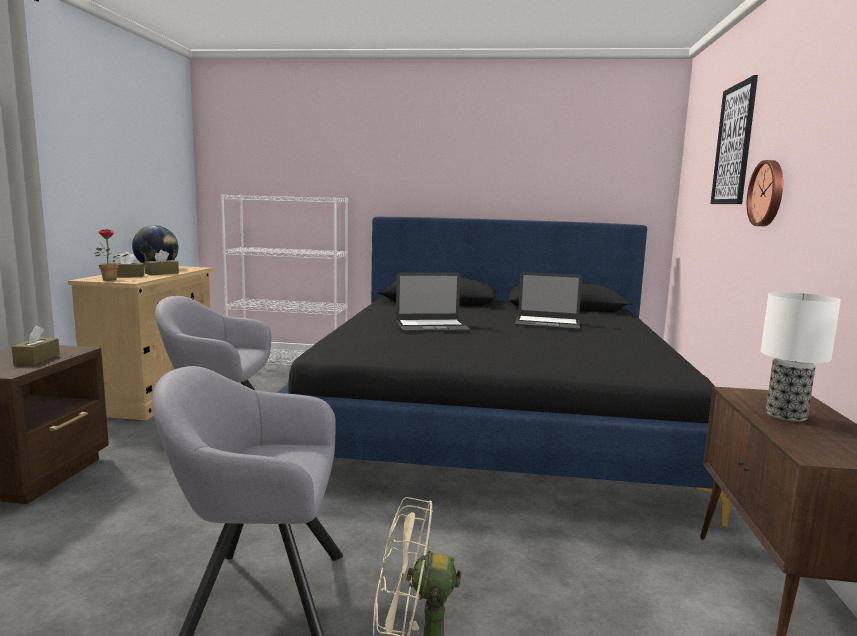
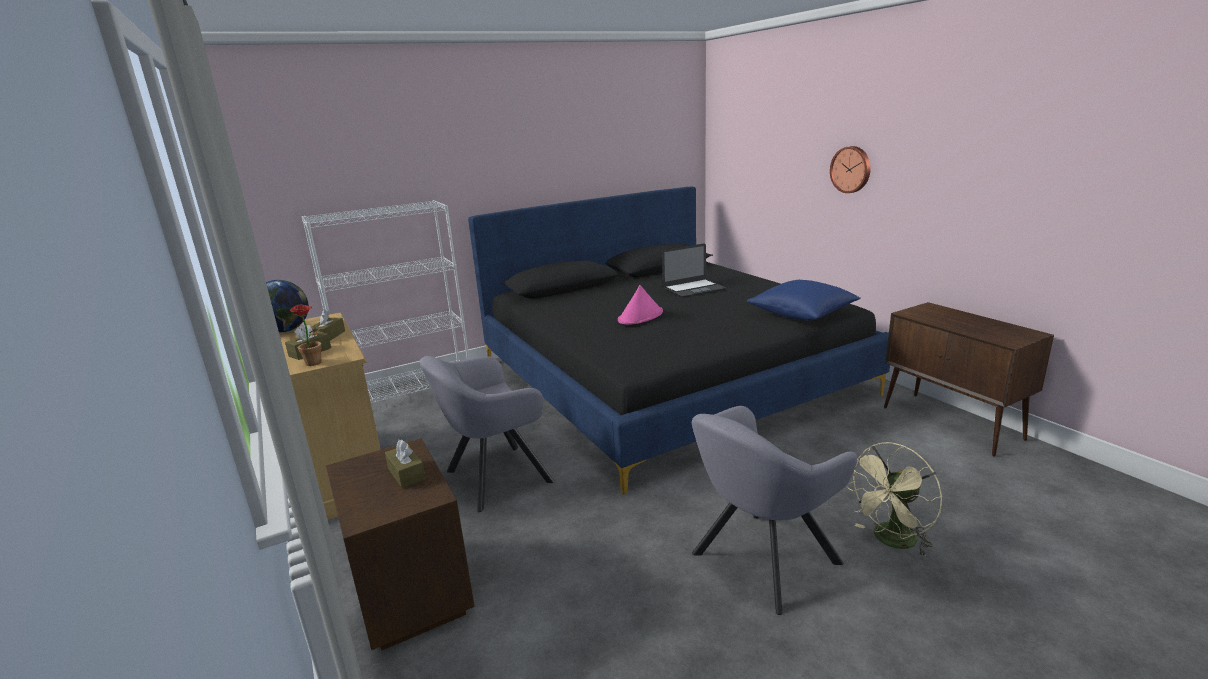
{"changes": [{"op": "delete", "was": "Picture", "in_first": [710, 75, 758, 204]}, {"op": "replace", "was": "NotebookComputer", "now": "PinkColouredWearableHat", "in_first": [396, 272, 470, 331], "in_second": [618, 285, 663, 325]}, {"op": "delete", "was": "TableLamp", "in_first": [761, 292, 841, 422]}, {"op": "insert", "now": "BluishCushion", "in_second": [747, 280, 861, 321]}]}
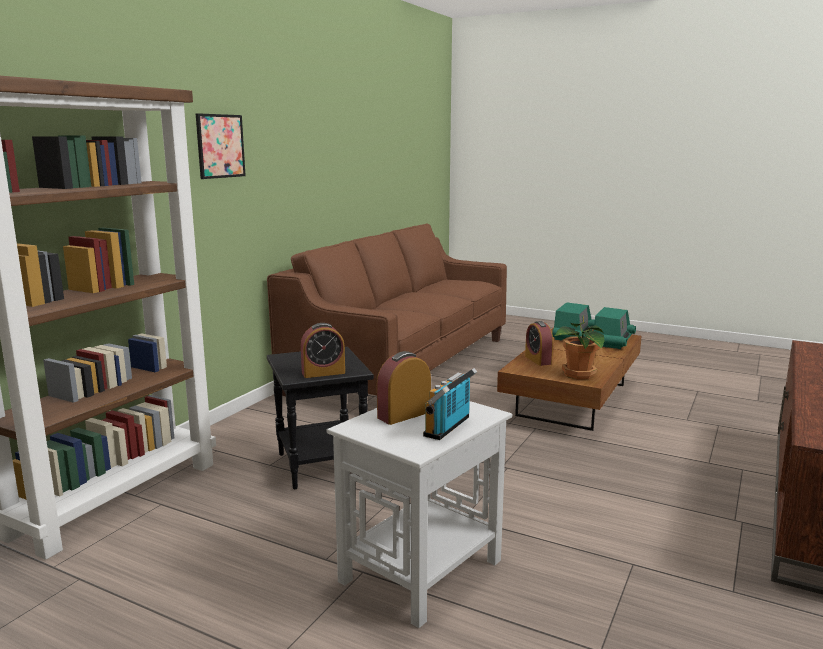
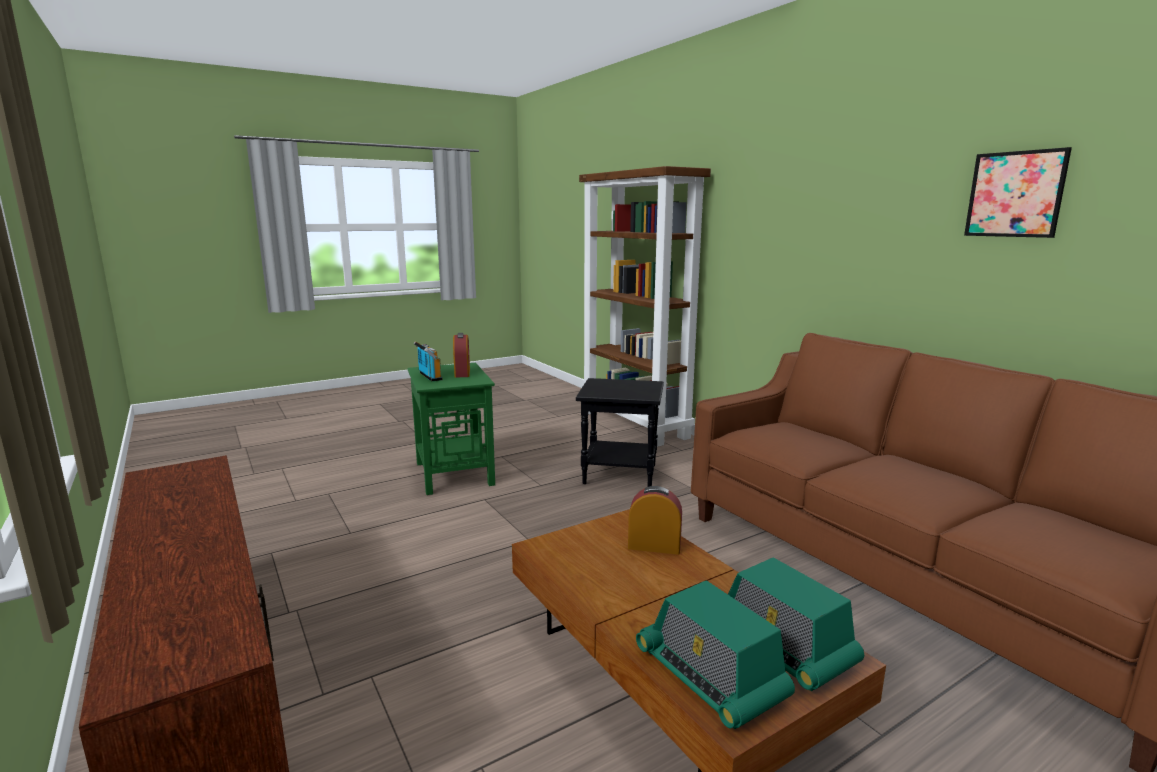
{"changes": [{"op": "move", "was": "Picture", "in_first": [196, 113, 246, 179], "in_second": [964, 147, 1072, 238]}, {"op": "delete", "was": "PlantInAPot", "in_first": [555, 322, 604, 379]}, {"op": "delete", "was": "BedsideClock", "in_first": [301, 323, 345, 378]}, {"op": "recolor", "was": "WhiteColouredEndTable", "now": "GreenEndTable", "in_first": [326, 401, 512, 628], "in_second": [407, 363, 495, 495]}]}
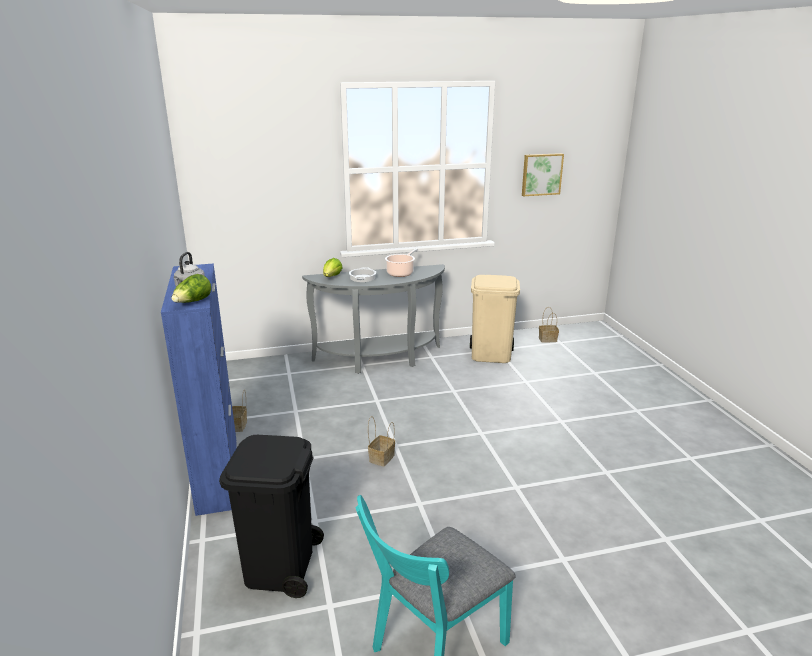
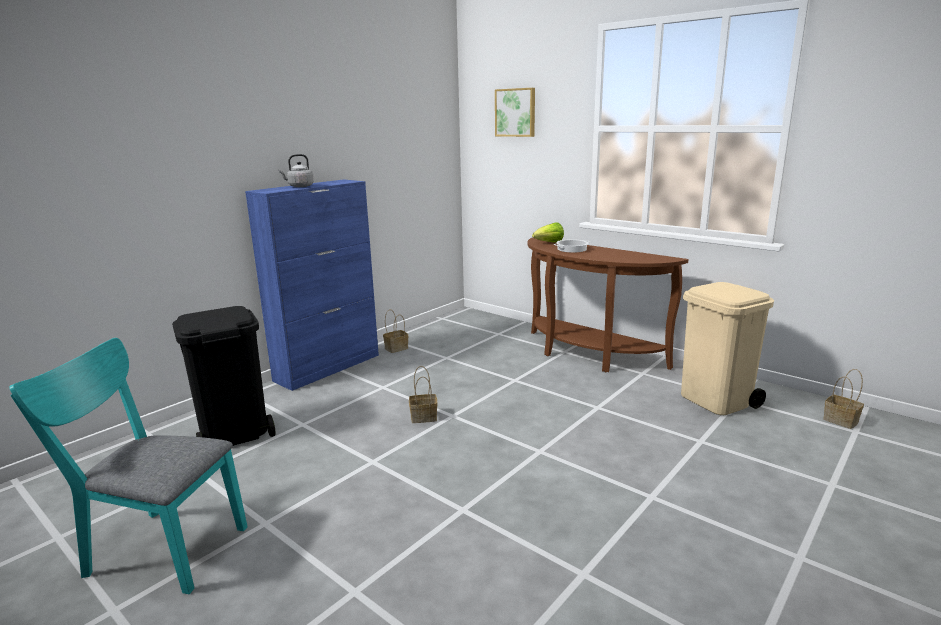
{"changes": [{"op": "move", "was": "Picture", "in_first": [522, 153, 564, 196], "in_second": [495, 88, 535, 137]}, {"op": "delete", "was": "Stockpot", "in_first": [385, 248, 418, 277]}, {"op": "recolor", "was": "GreyishConsoleTable", "now": "BrownColouredConsoleTable", "in_first": [302, 264, 445, 374], "in_second": [528, 238, 688, 373]}, {"op": "delete", "was": "Lettuce", "in_first": [171, 274, 211, 303]}]}
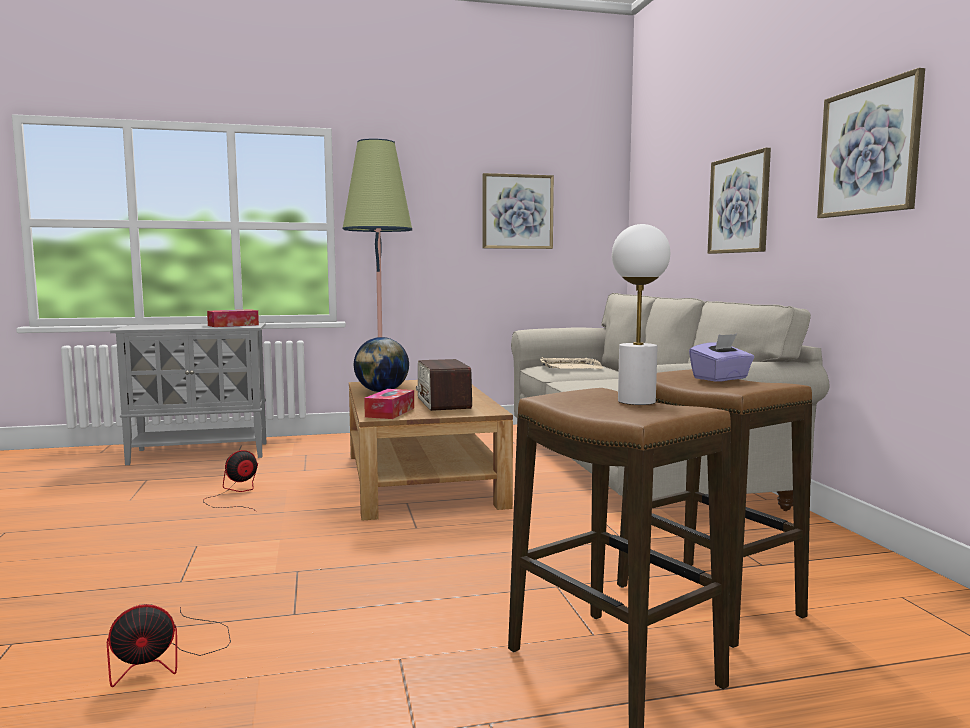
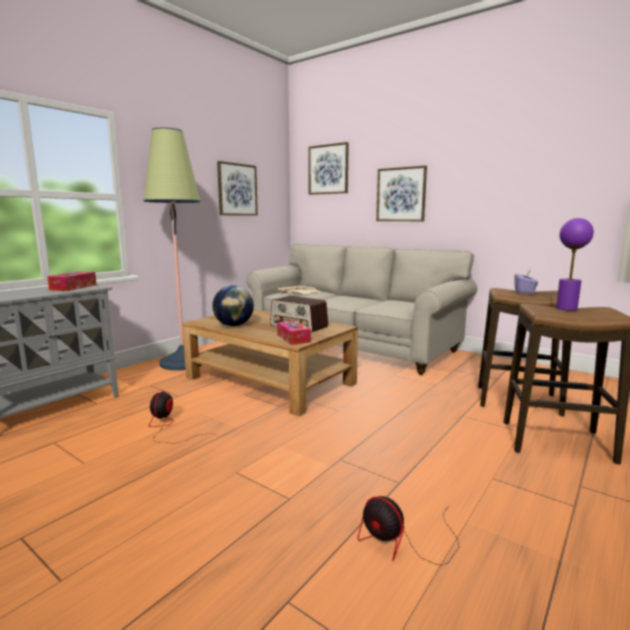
{"changes": [{"op": "move", "was": "Picture", "in_first": [817, 68, 925, 218], "in_second": [308, 142, 349, 195]}, {"op": "recolor", "was": "WhiteColouredTableLamp", "now": "PurplishTableLamp", "in_first": [612, 224, 670, 405], "in_second": [556, 218, 594, 310]}, {"op": "rotate", "was": "ElectricFan", "in_first": [107, 604, 231, 687], "in_second": [358, 496, 459, 566], "clockwise": 105}]}
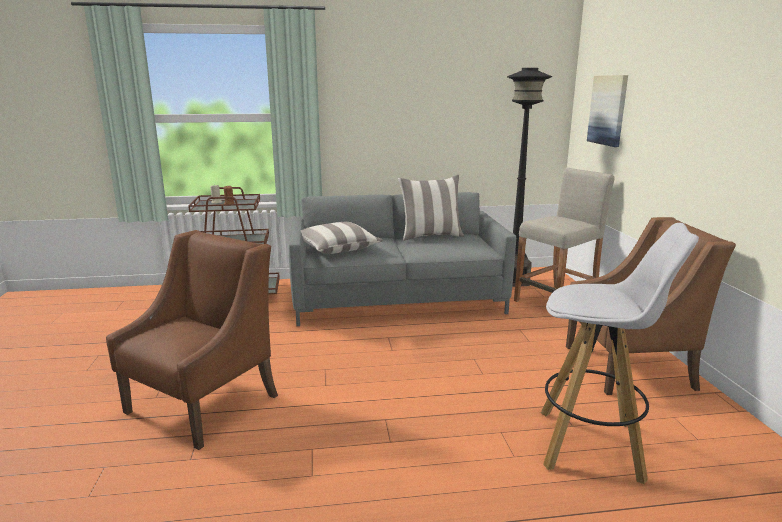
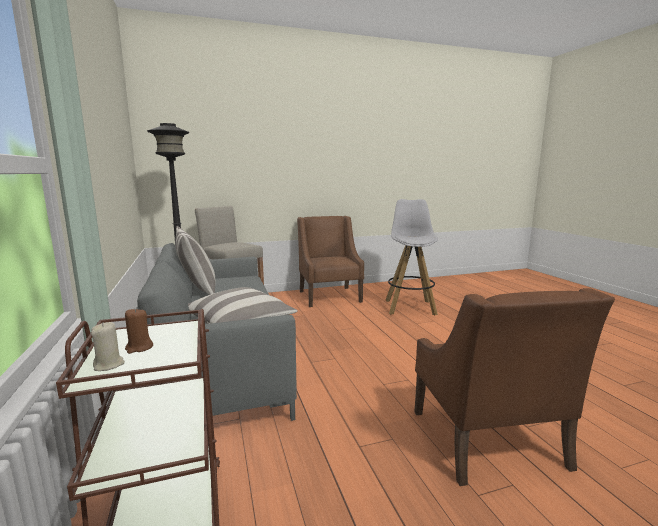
{"changes": [{"op": "delete", "was": "Picture", "in_first": [587, 75, 628, 147]}, {"op": "rotate", "was": "BrownColouredEasyChair", "in_first": [106, 230, 278, 450], "in_second": [414, 288, 615, 486], "clockwise": -120}]}
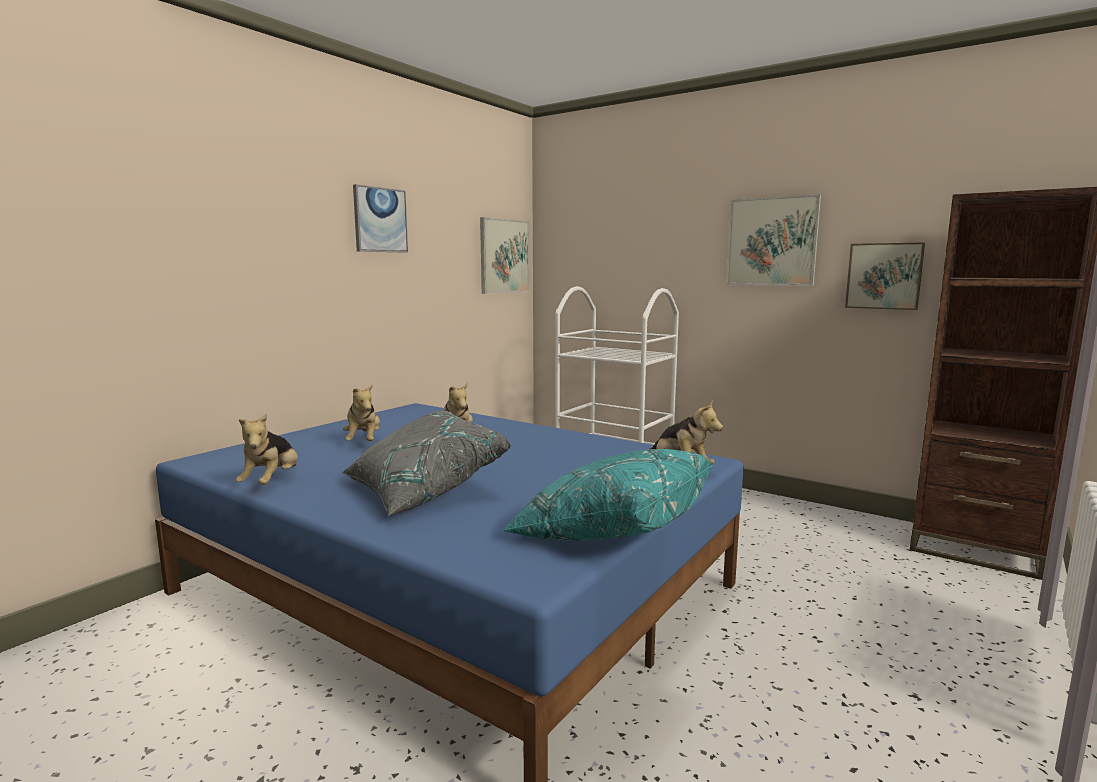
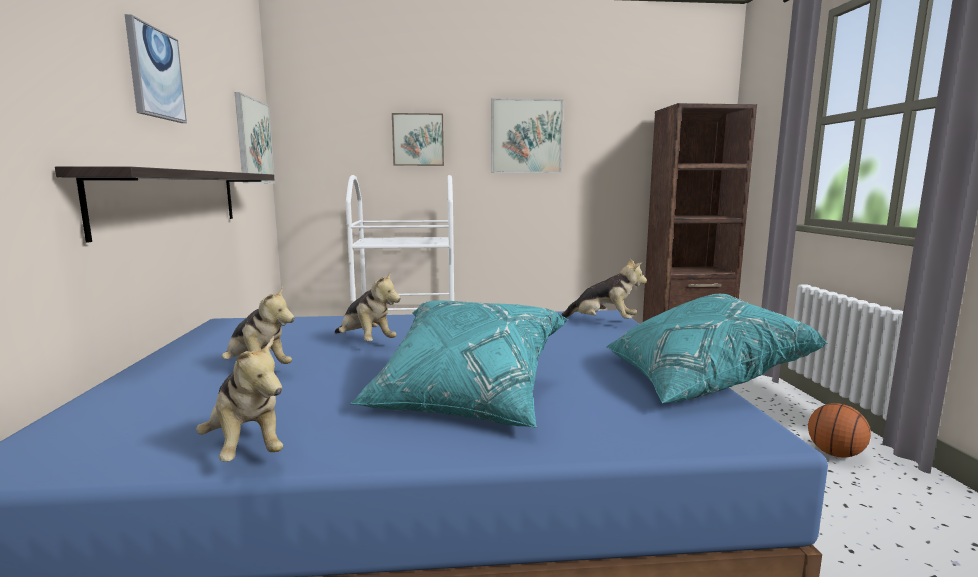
{"changes": [{"op": "move", "was": "Picture", "in_first": [845, 243, 925, 310], "in_second": [392, 113, 444, 166]}, {"op": "recolor", "was": "GreyishCushion", "now": "BlueGreenCushion", "in_first": [342, 411, 512, 516], "in_second": [350, 300, 569, 428]}, {"op": "insert", "now": "Shelf", "in_second": [55, 166, 274, 243]}, {"op": "insert", "now": "BallForBasketball", "in_second": [808, 403, 871, 458]}]}
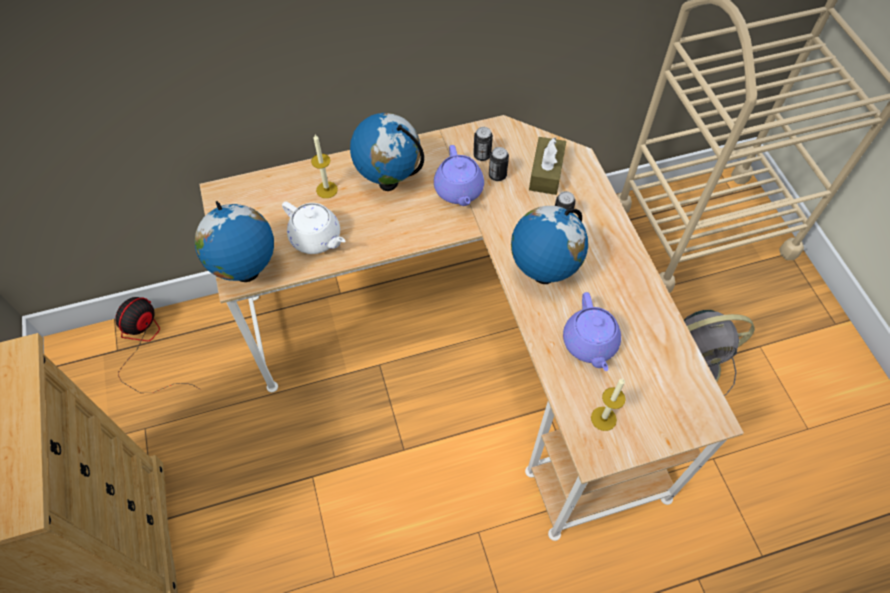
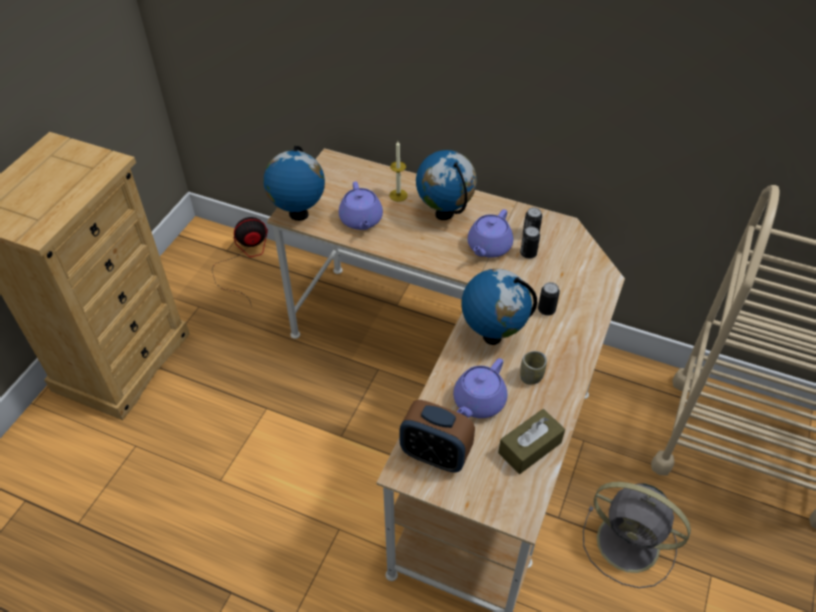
{"changes": [{"op": "move", "was": "BrownColouredTissueHolder", "in_first": [529, 137, 566, 195], "in_second": [498, 409, 565, 474]}, {"op": "recolor", "was": "WhiteColouredTeaPot", "now": "PurplishTeaPot", "in_first": [282, 202, 346, 254], "in_second": [339, 181, 383, 230]}, {"op": "replace", "was": "WaxLight", "now": "BedsideClock", "in_first": [591, 378, 626, 431], "in_second": [399, 400, 475, 472]}, {"op": "insert", "now": "Cup", "in_second": [520, 351, 547, 385]}]}
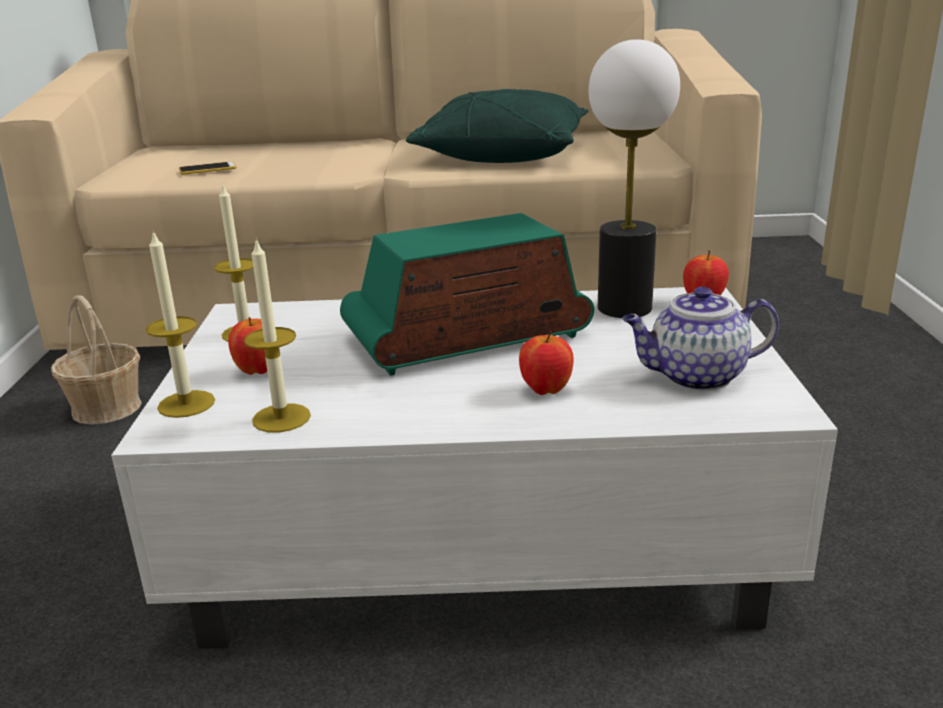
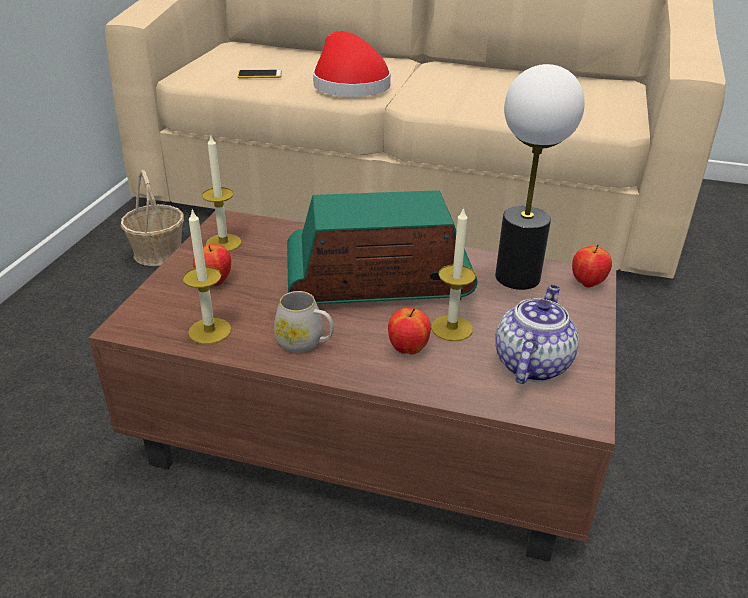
{"changes": [{"op": "delete", "was": "GreenCushion", "in_first": [406, 89, 589, 163]}, {"op": "move", "was": "WaxLight", "in_first": [146, 230, 215, 418], "in_second": [431, 207, 476, 341]}, {"op": "rotate", "was": "TeaPot", "in_first": [622, 286, 779, 391], "in_second": [495, 285, 579, 384], "clockwise": 105}, {"op": "recolor", "was": "WhiteColouredLowTable", "now": "BrownColouredLowTable", "in_first": [111, 287, 838, 649], "in_second": [89, 210, 616, 562]}, {"op": "insert", "now": "ReddishWearableHat", "in_second": [313, 31, 391, 97]}, {"op": "insert", "now": "WhiteColouredTeaMug", "in_second": [274, 291, 334, 353]}]}
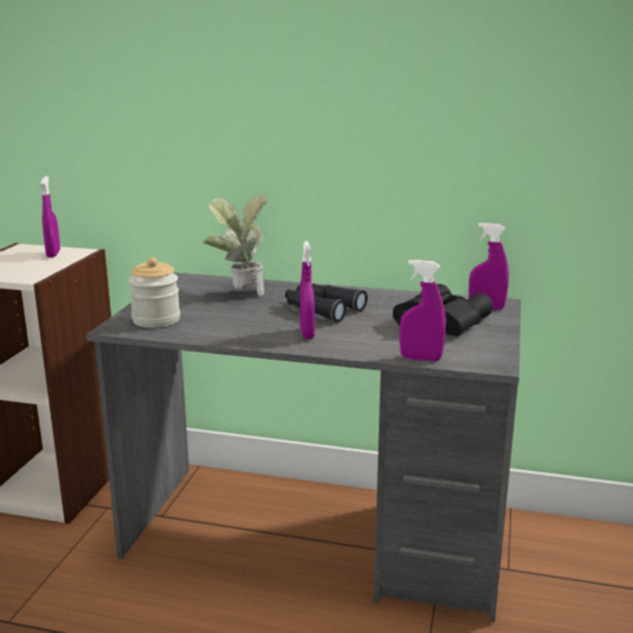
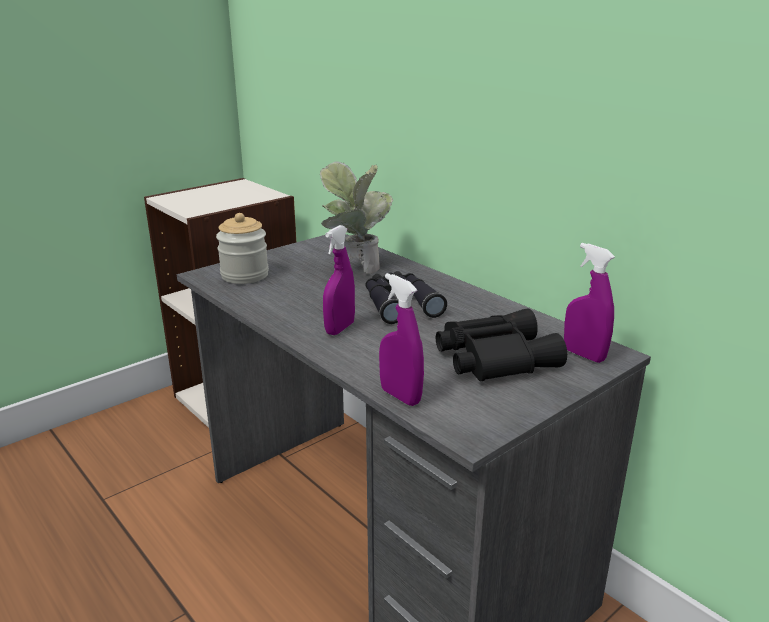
{"changes": [{"op": "delete", "was": "PurplishSprayBottle", "in_first": [41, 176, 60, 258]}]}
